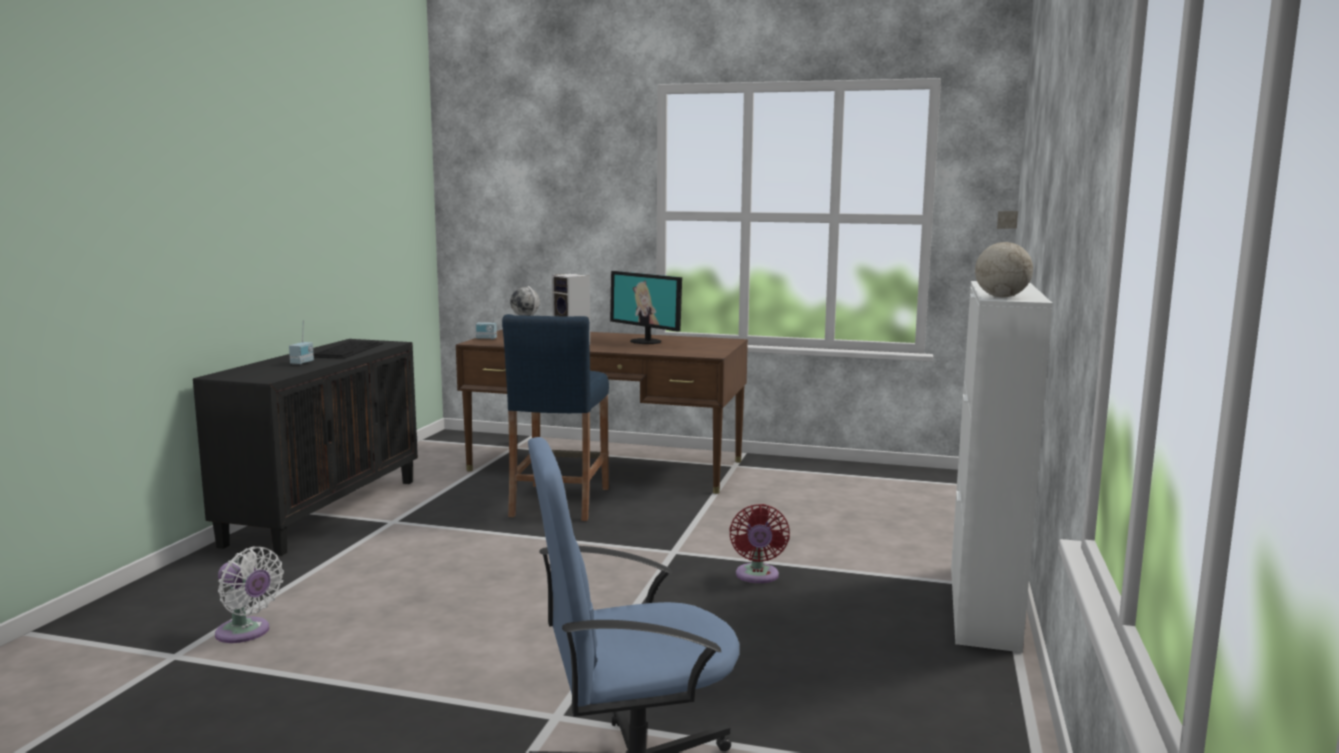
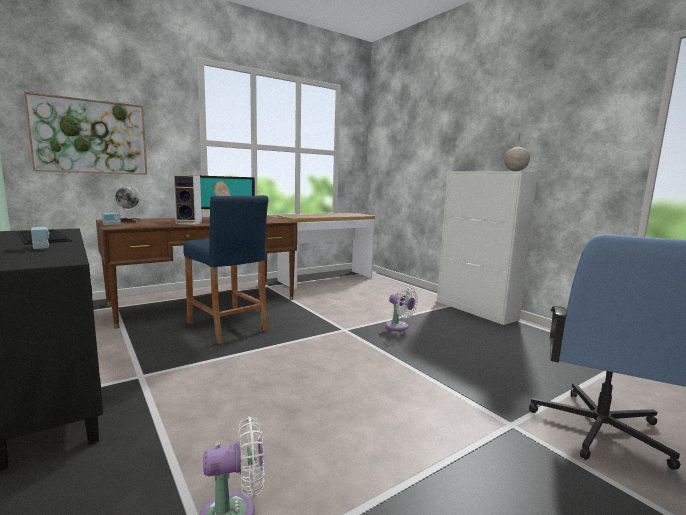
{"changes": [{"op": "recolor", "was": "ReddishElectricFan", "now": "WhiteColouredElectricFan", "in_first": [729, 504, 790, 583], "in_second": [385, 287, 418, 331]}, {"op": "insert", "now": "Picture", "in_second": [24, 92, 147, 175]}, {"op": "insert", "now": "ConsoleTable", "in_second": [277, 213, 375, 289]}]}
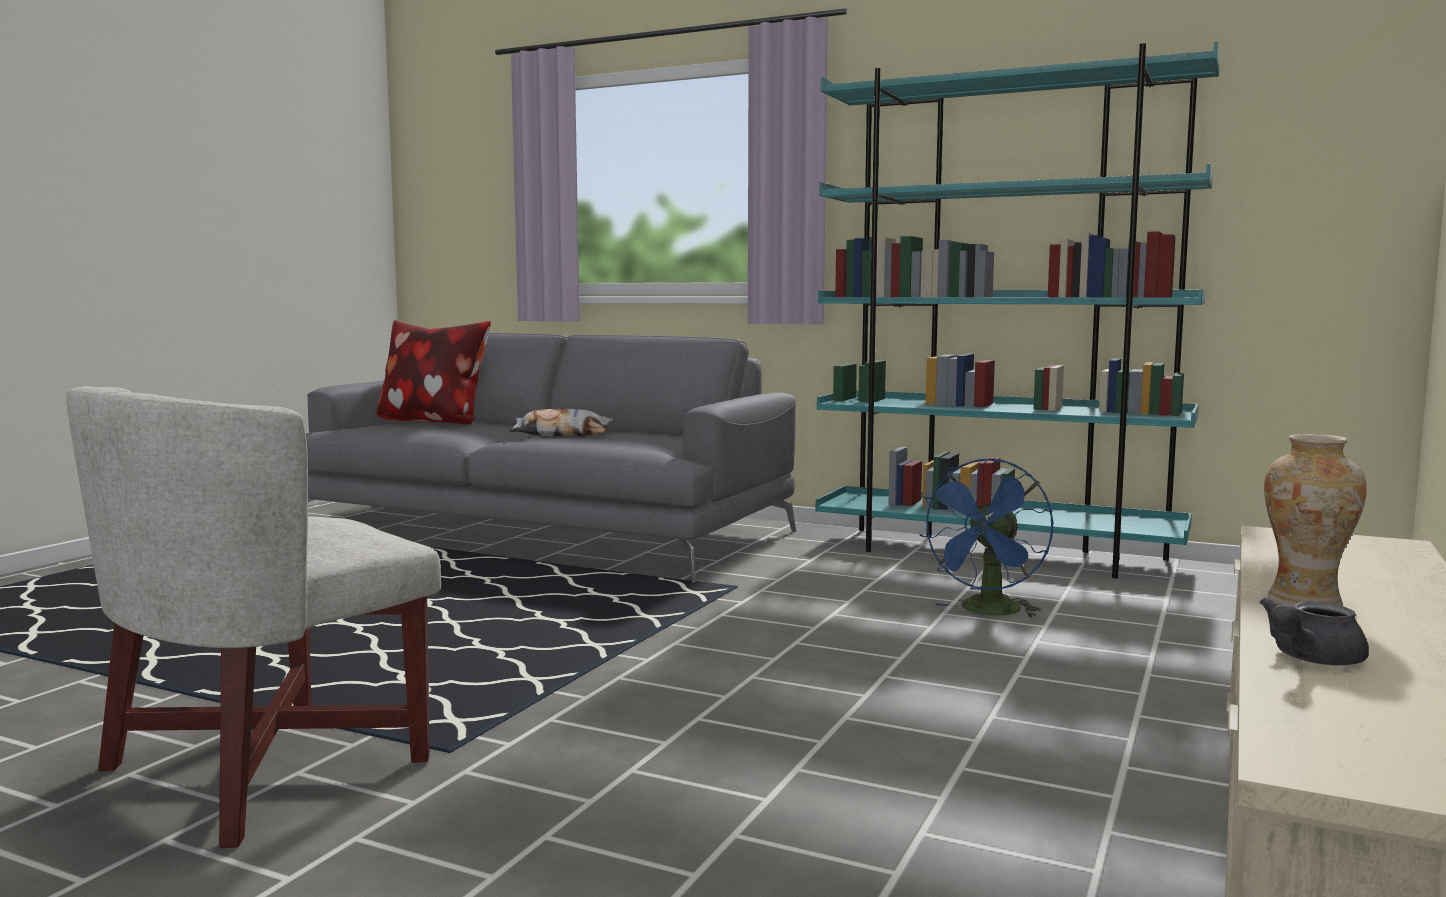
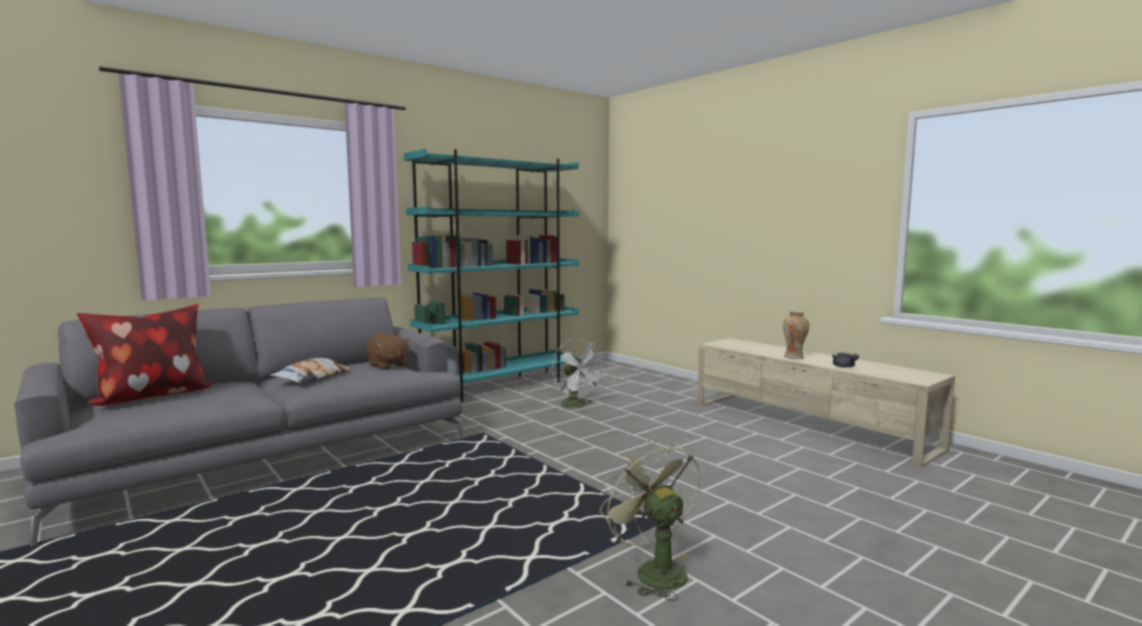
{"changes": [{"op": "replace", "was": "WhiteColouredEasyChair", "now": "GreenElectricFan", "in_first": [66, 386, 441, 848], "in_second": [600, 440, 700, 601]}, {"op": "recolor", "was": "BluishElectricFan", "now": "WhiteColouredElectricFan", "in_first": [919, 458, 1053, 618], "in_second": [552, 339, 606, 410]}, {"op": "insert", "now": "BrownColouredSoftToy", "in_second": [366, 333, 410, 370]}]}
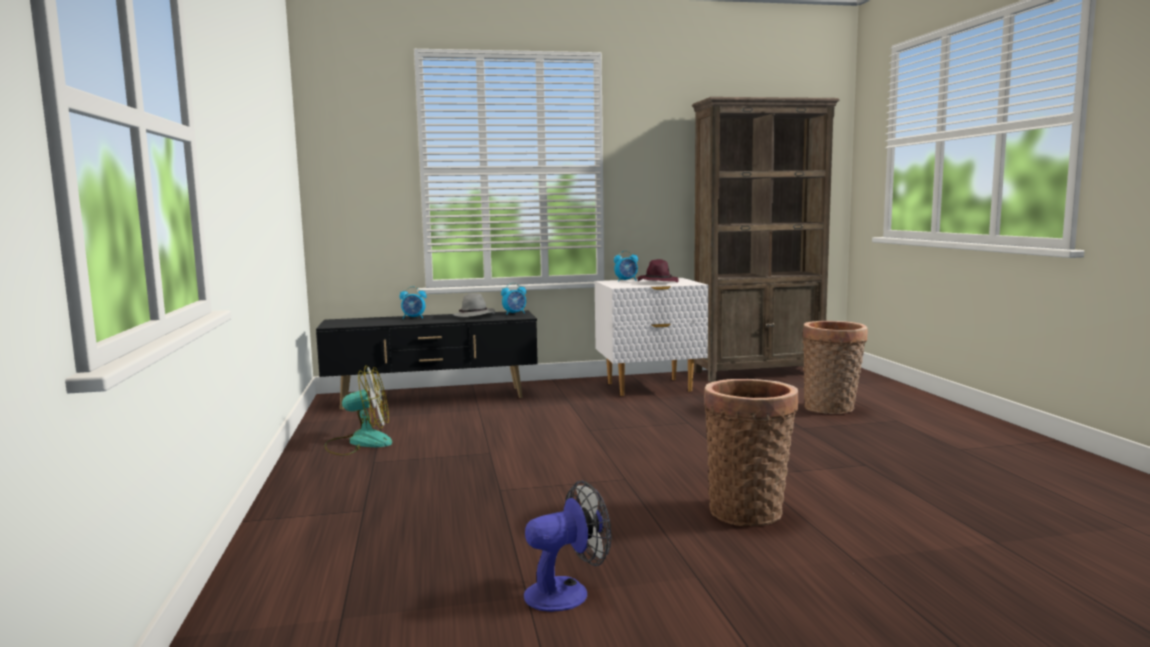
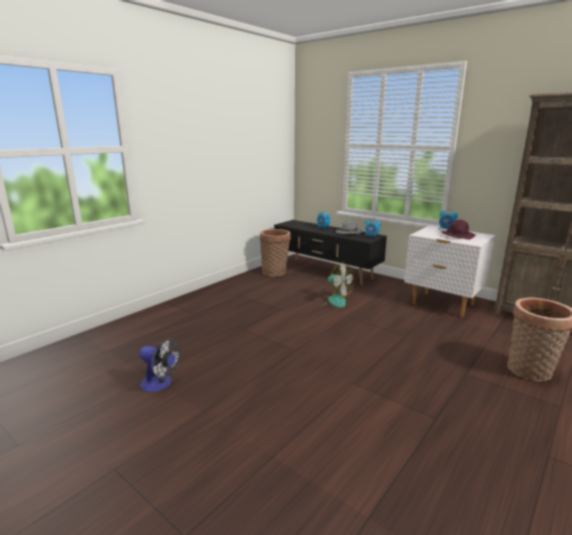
{"changes": [{"op": "move", "was": "ElectricFan", "in_first": [325, 365, 392, 455], "in_second": [314, 263, 354, 308]}, {"op": "move", "was": "Basket", "in_first": [704, 379, 798, 527], "in_second": [260, 229, 291, 277]}]}
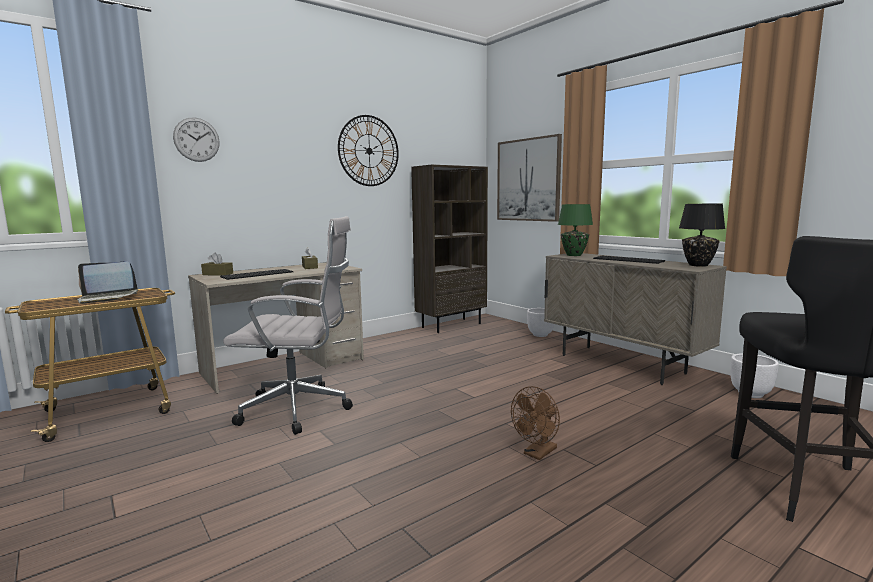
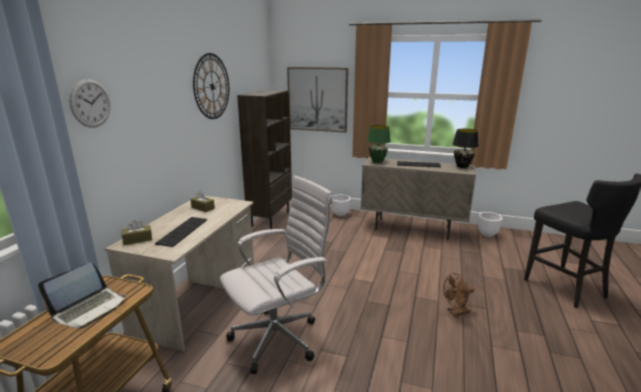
{"changes": [{"op": "rotate", "was": "BrownColouredElectricFan", "in_first": [511, 386, 560, 460], "in_second": [443, 273, 475, 317], "clockwise": 60}]}
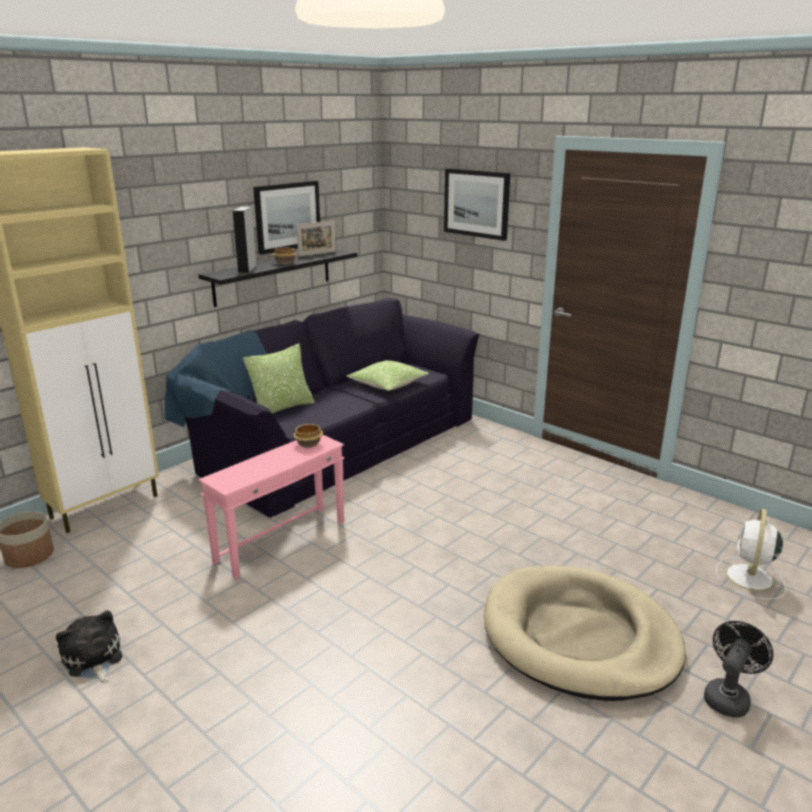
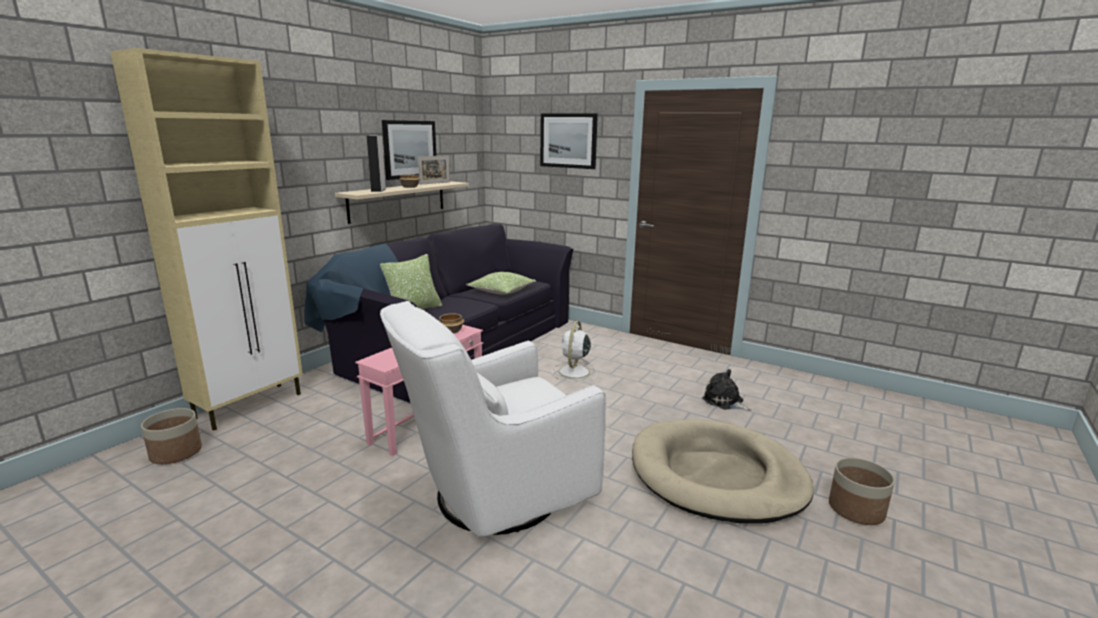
{"changes": [{"op": "recolor", "was": "BlackShelf", "now": "BeigeColouredShelf", "in_first": [199, 249, 357, 307], "in_second": [335, 181, 469, 224]}, {"op": "move", "was": "WhiteColouredElectricFan", "in_first": [715, 508, 786, 600], "in_second": [552, 321, 597, 382]}, {"op": "move", "was": "SoftToy", "in_first": [56, 610, 122, 683], "in_second": [702, 369, 751, 411]}, {"op": "replace", "was": "BlackElectricFan", "now": "FlowerPot", "in_first": [704, 621, 773, 718], "in_second": [829, 458, 895, 525]}, {"op": "insert", "now": "WhiteColouredEasyChair", "in_second": [380, 301, 606, 537]}]}
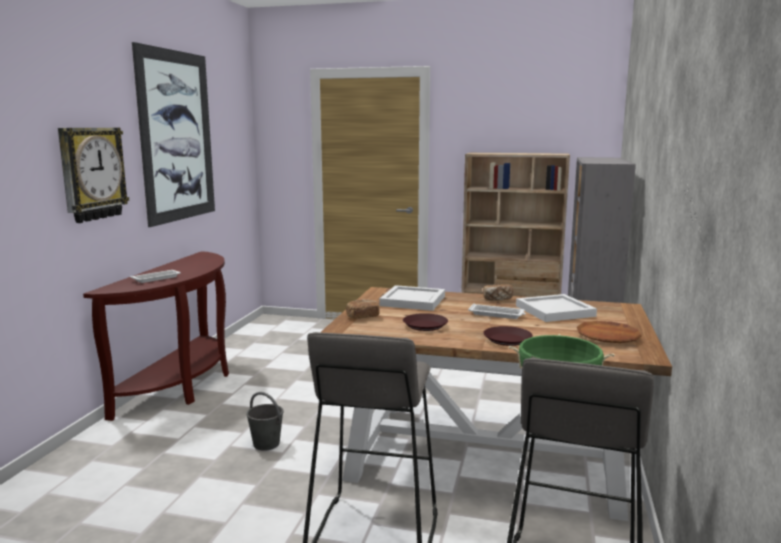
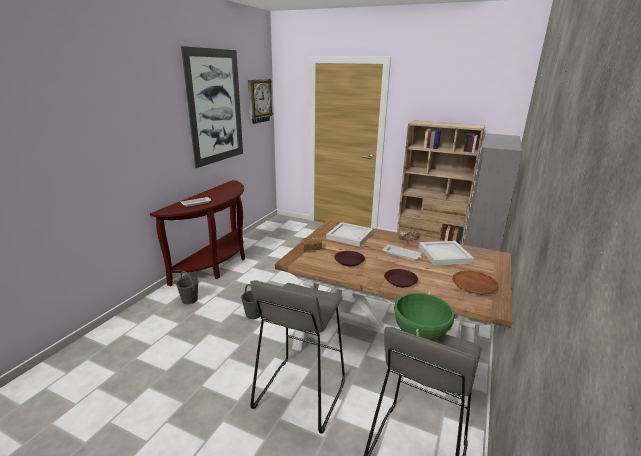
{"changes": [{"op": "move", "was": "WallClock", "in_first": [58, 128, 129, 223], "in_second": [248, 79, 273, 124]}, {"op": "insert", "now": "GreyishPail", "in_second": [176, 271, 199, 304]}]}
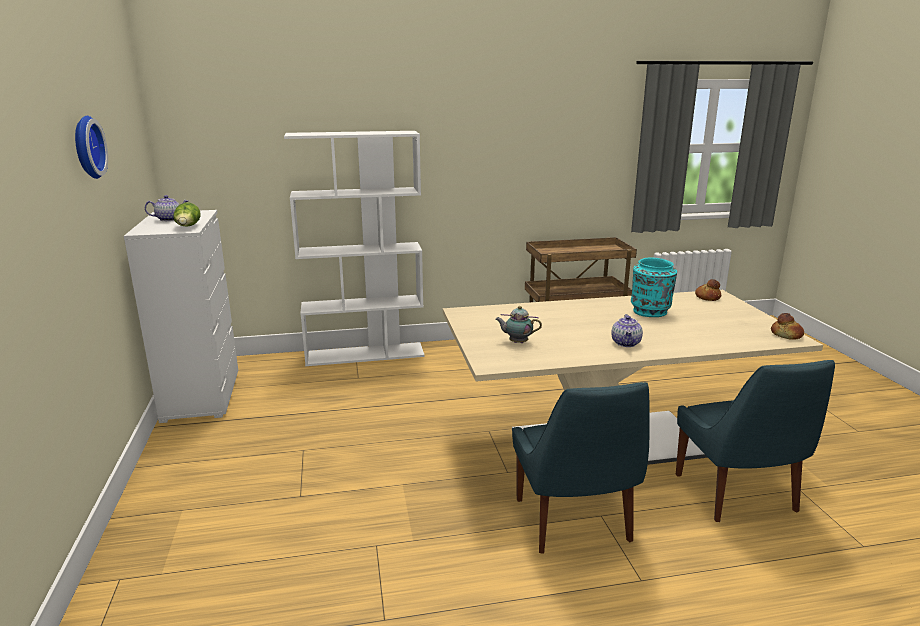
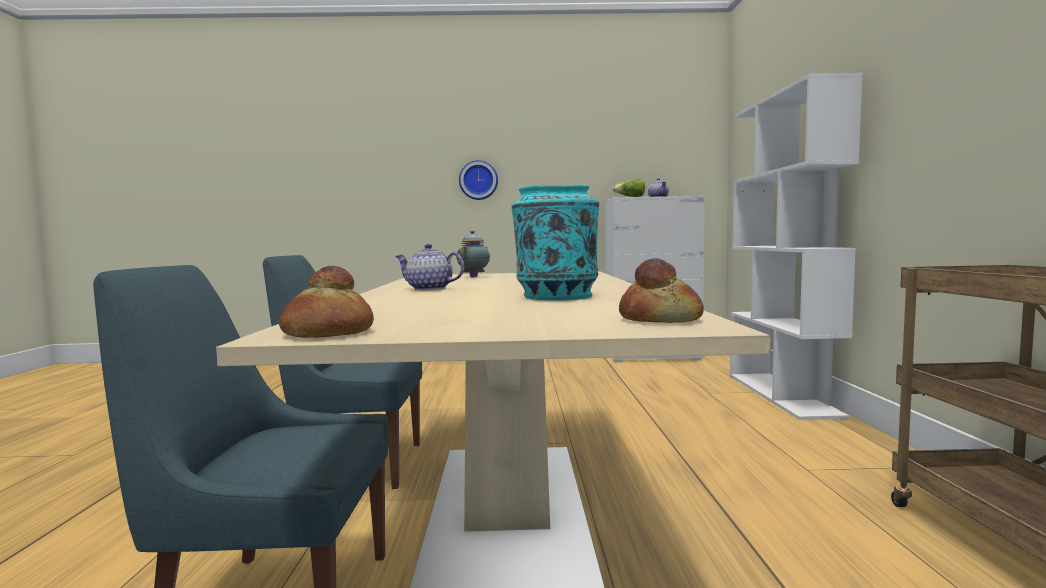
{"changes": [{"op": "move", "was": "WallClock", "in_first": [75, 116, 108, 179], "in_second": [459, 160, 498, 200]}]}
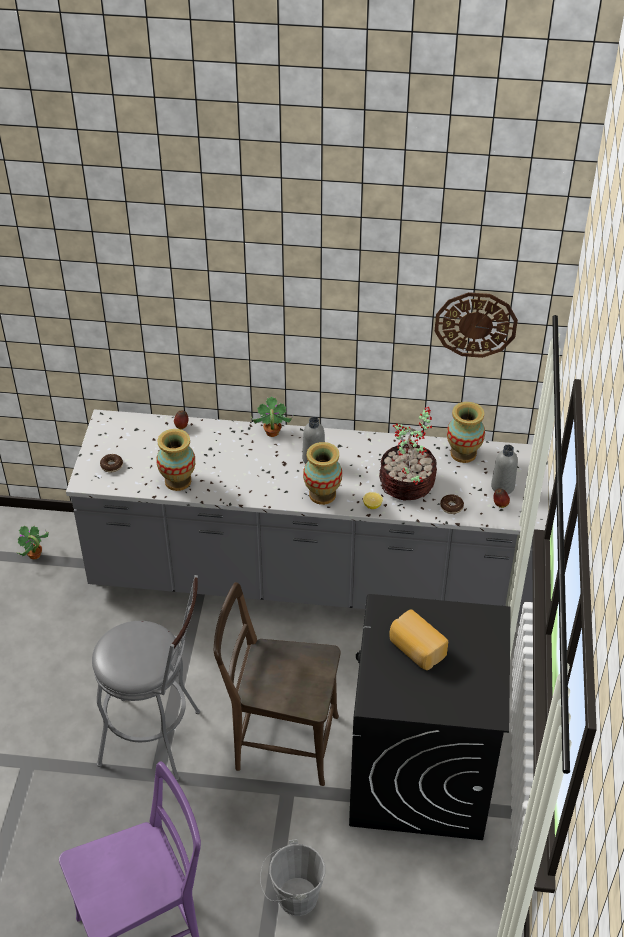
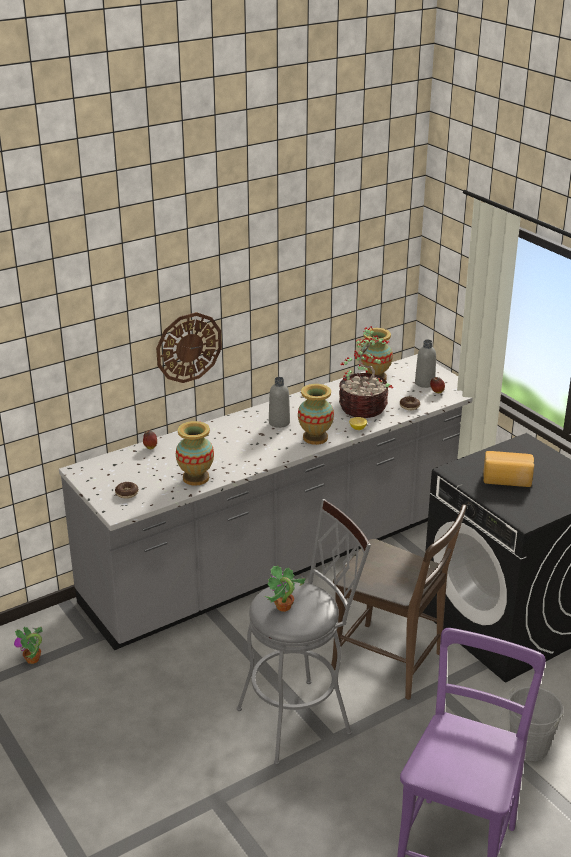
{"changes": [{"op": "move", "was": "WallClock", "in_first": [435, 292, 518, 358], "in_second": [156, 312, 222, 383]}, {"op": "move", "was": "PlantInAPot", "in_first": [251, 396, 294, 437], "in_second": [264, 565, 306, 612]}, {"op": "rotate", "was": "BrownColouredUprightChair", "in_first": [214, 582, 340, 786], "in_second": [331, 504, 466, 700], "clockwise": -120}]}
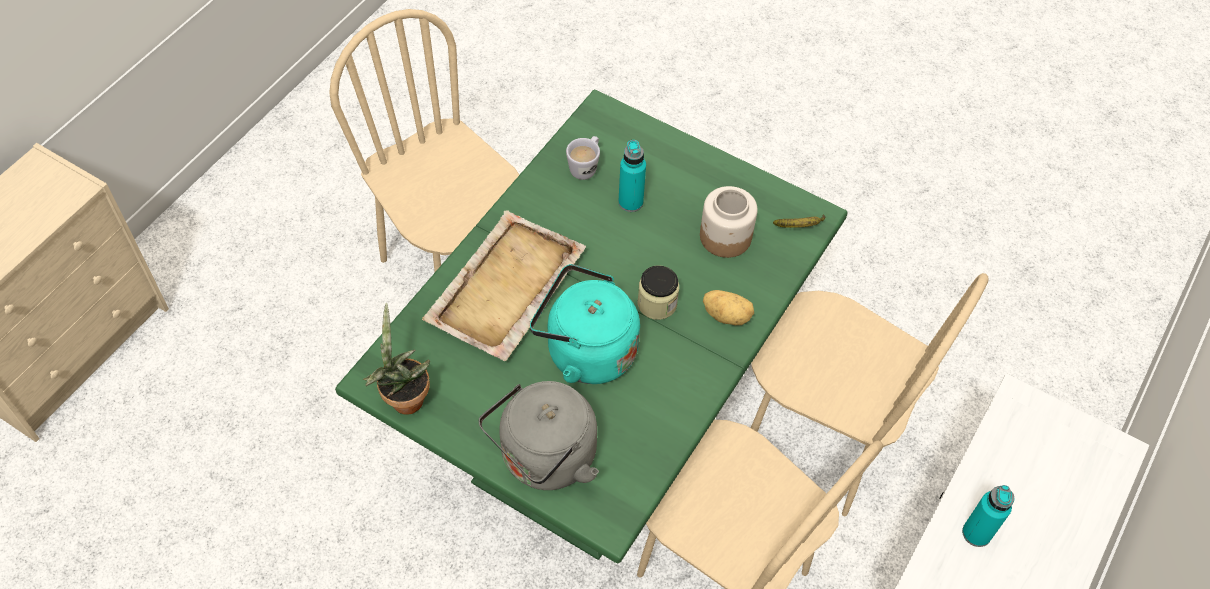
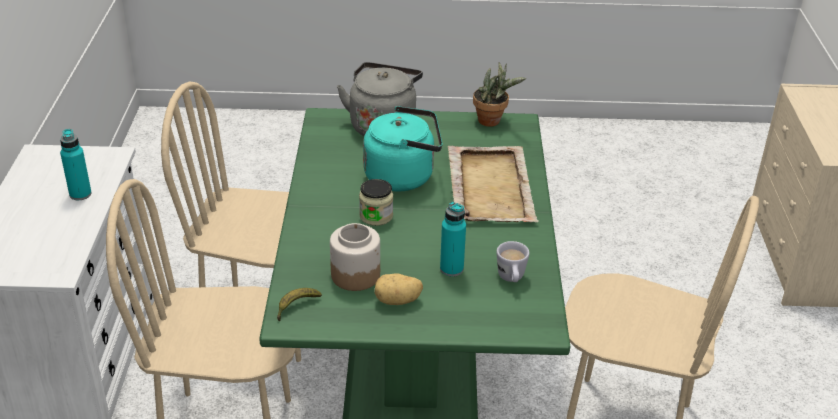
{"changes": [{"op": "move", "was": "Spud", "in_first": [703, 290, 754, 325], "in_second": [374, 273, 423, 305]}]}
